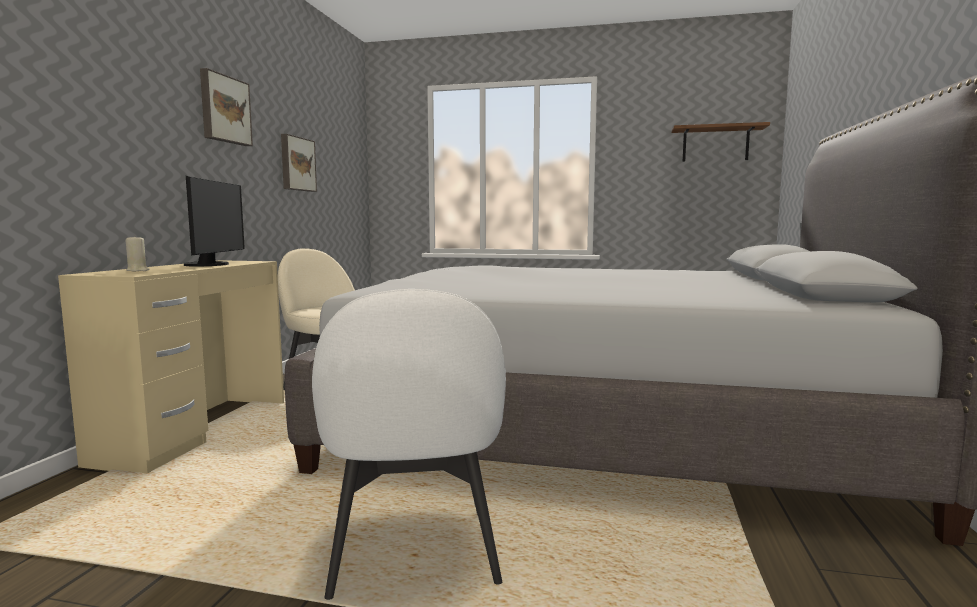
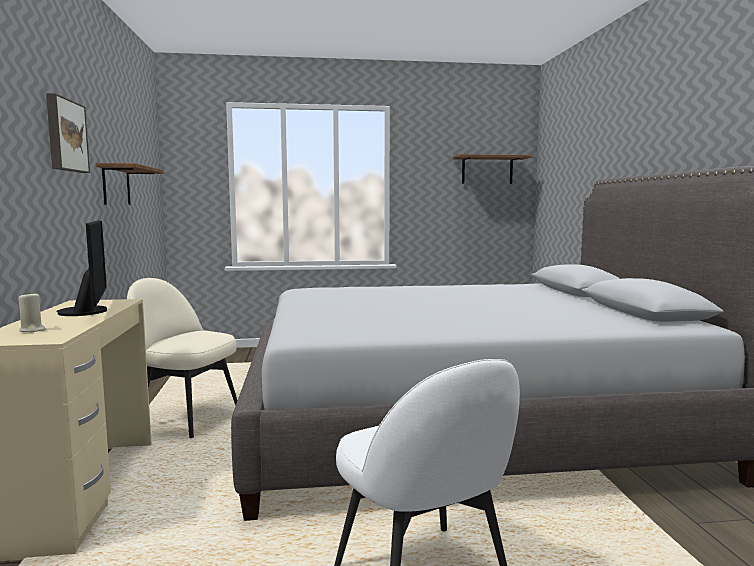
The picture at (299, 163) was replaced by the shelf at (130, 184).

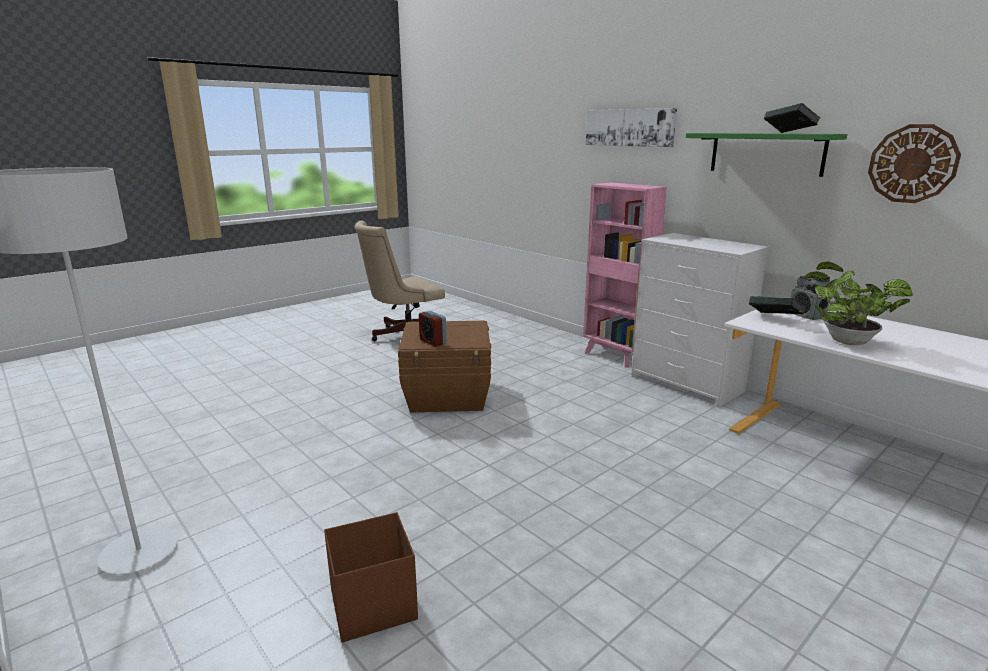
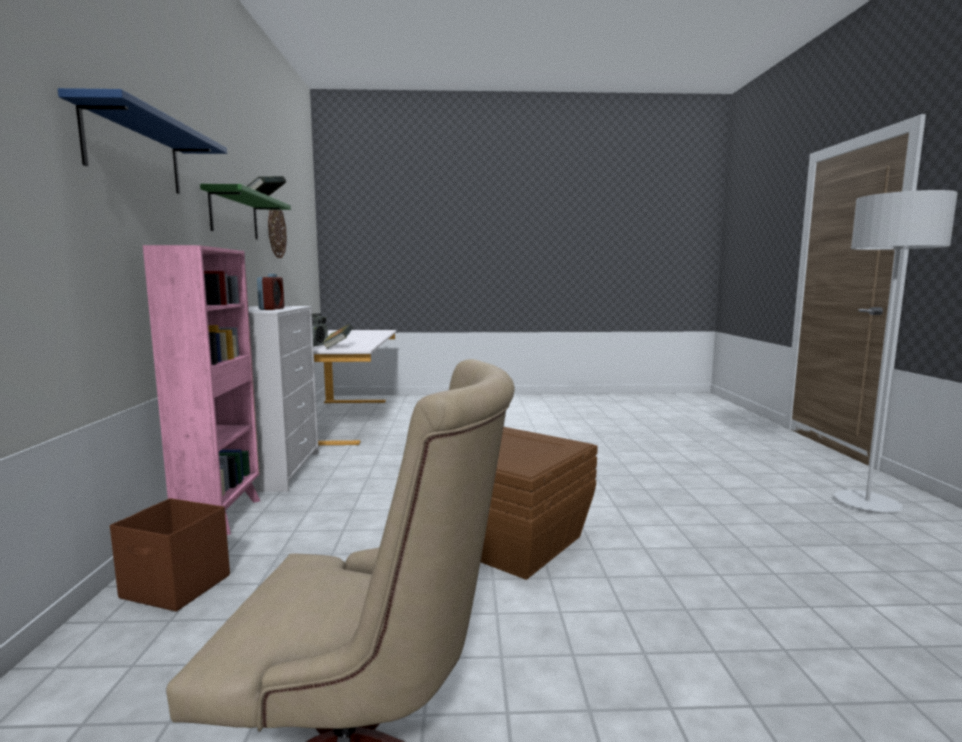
The picture at (631, 127) was replaced by the blue shelf at (142, 141). The plant in a pot at (857, 303) disappeared. The table clock moved from (433, 329) to (270, 292). The brown storage bin moved from (371, 577) to (170, 555).

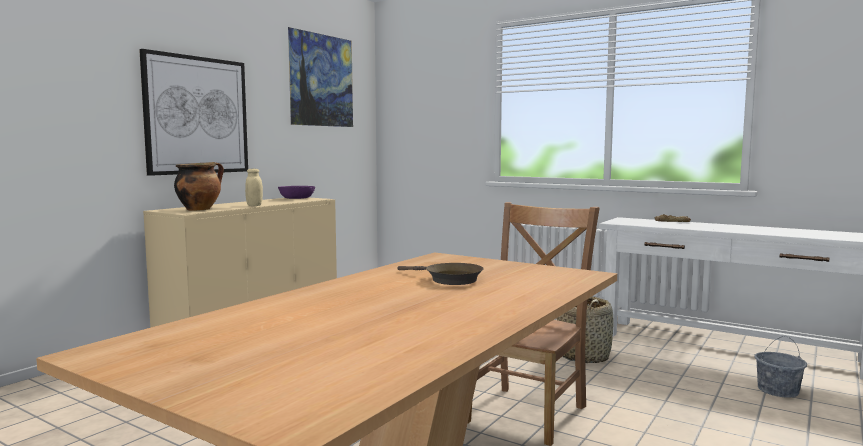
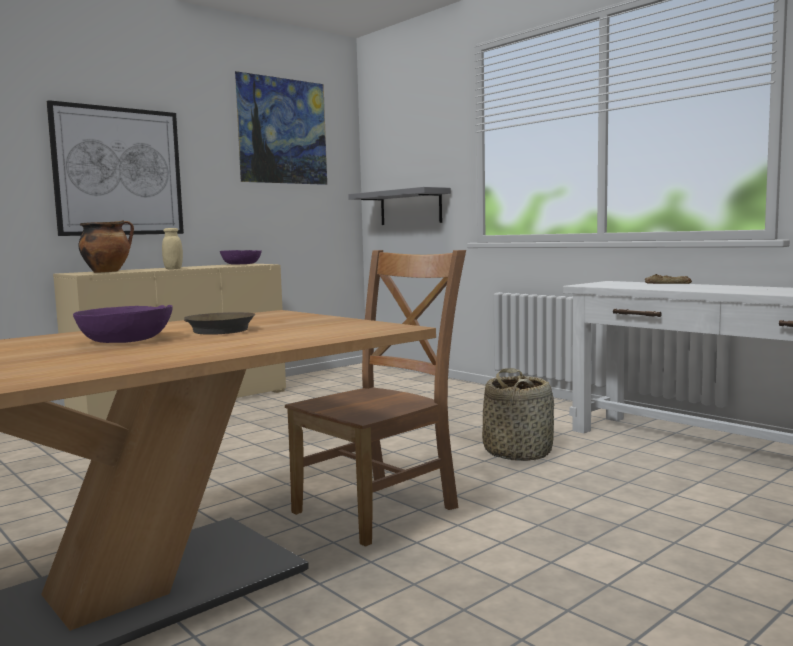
The gray pail at (781, 367) disappeared. The gray shelf at (399, 206) appeared. The purplish bowl at (123, 324) appeared.

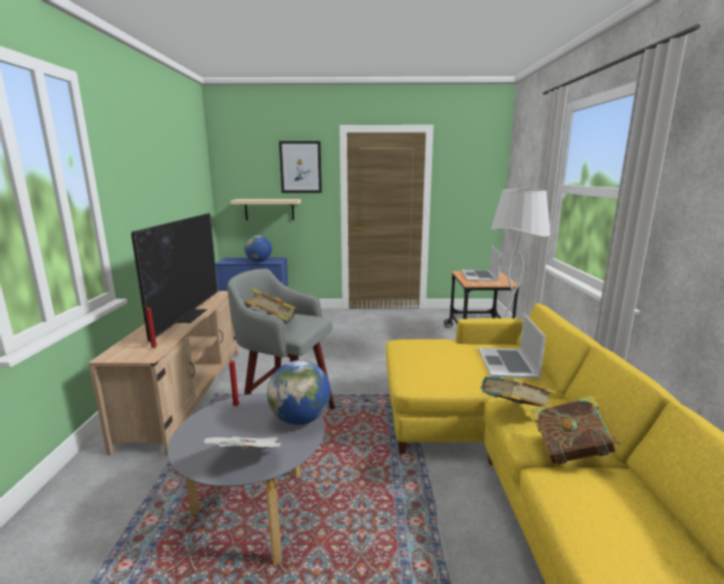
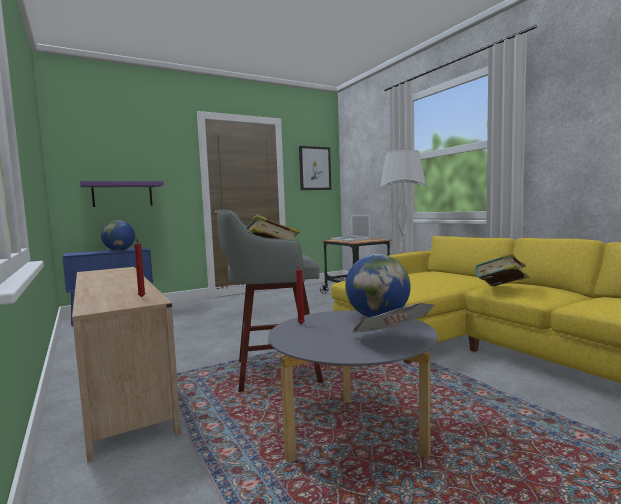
The picture moved from (300, 167) to (315, 168). The beige shelf at (265, 209) became the purplish shelf at (122, 194). The TV set at (174, 277) disappeared. The laptop at (512, 346) disappeared. The volume at (575, 429) disappeared.

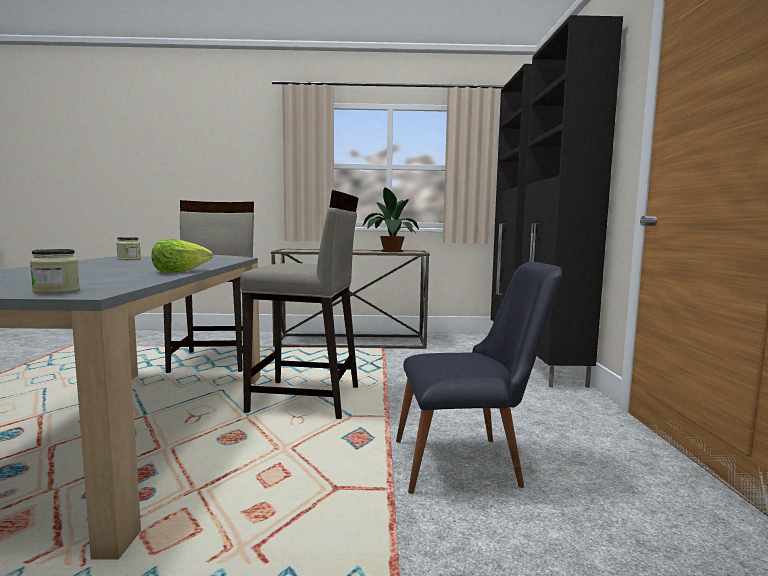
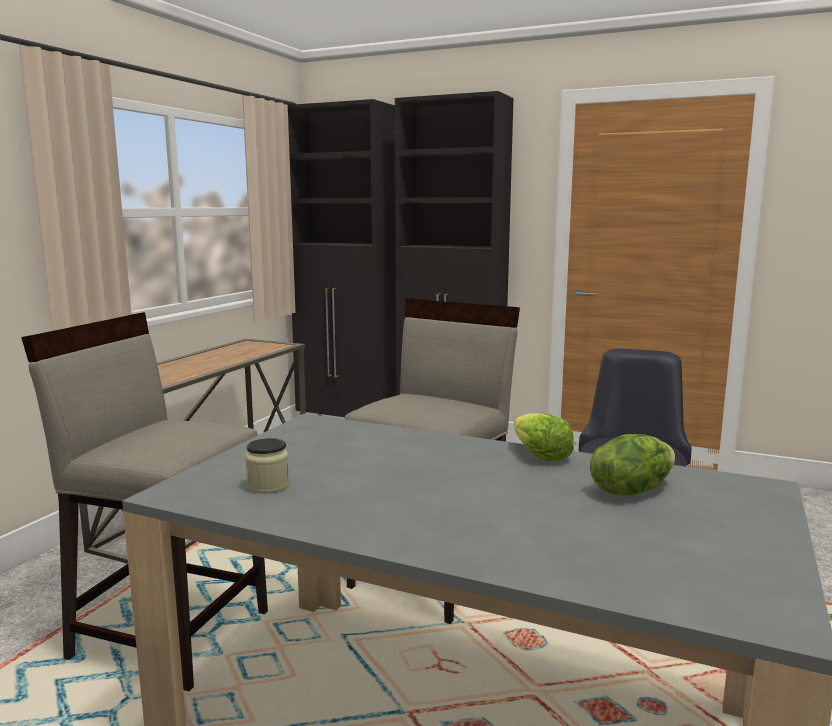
The plant in a pot at (391, 220) disappeared. The jar at (55, 271) disappeared. The head of lettuce at (632, 465) appeared.

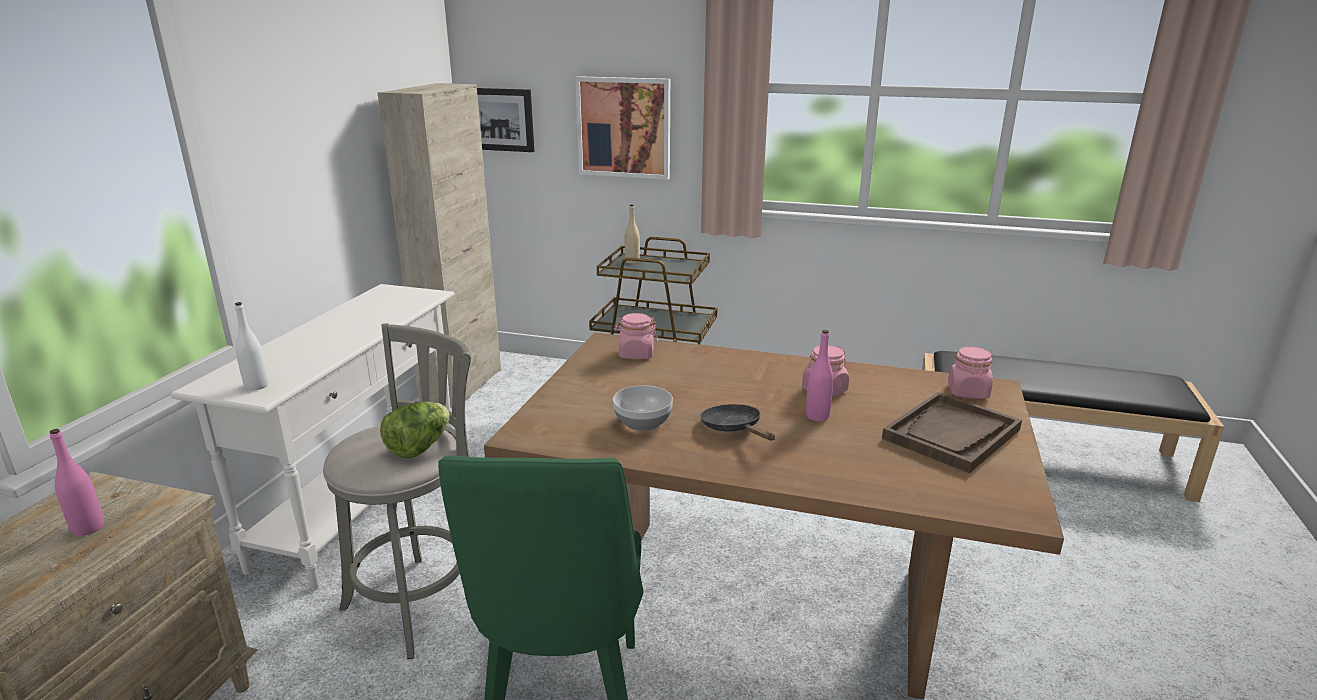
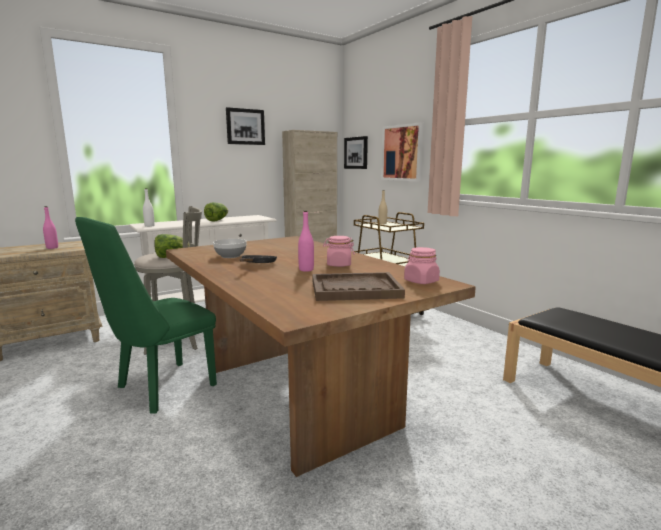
The pink-coloured jar at (636, 336) disappeared. The picture at (245, 126) appeared. The head of lettuce at (216, 211) appeared.

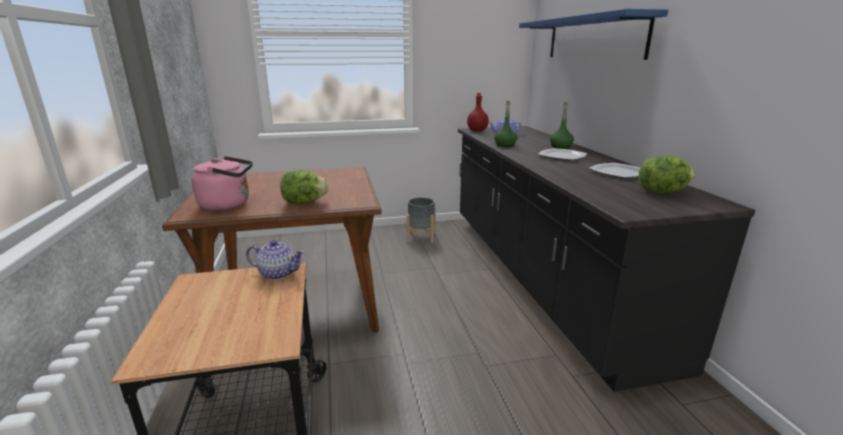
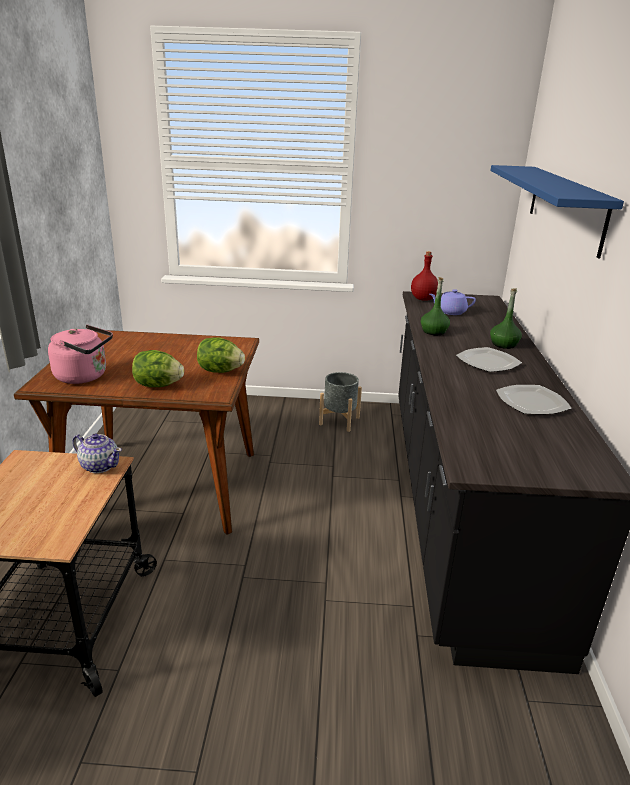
The head of lettuce moved from (667, 174) to (221, 355).

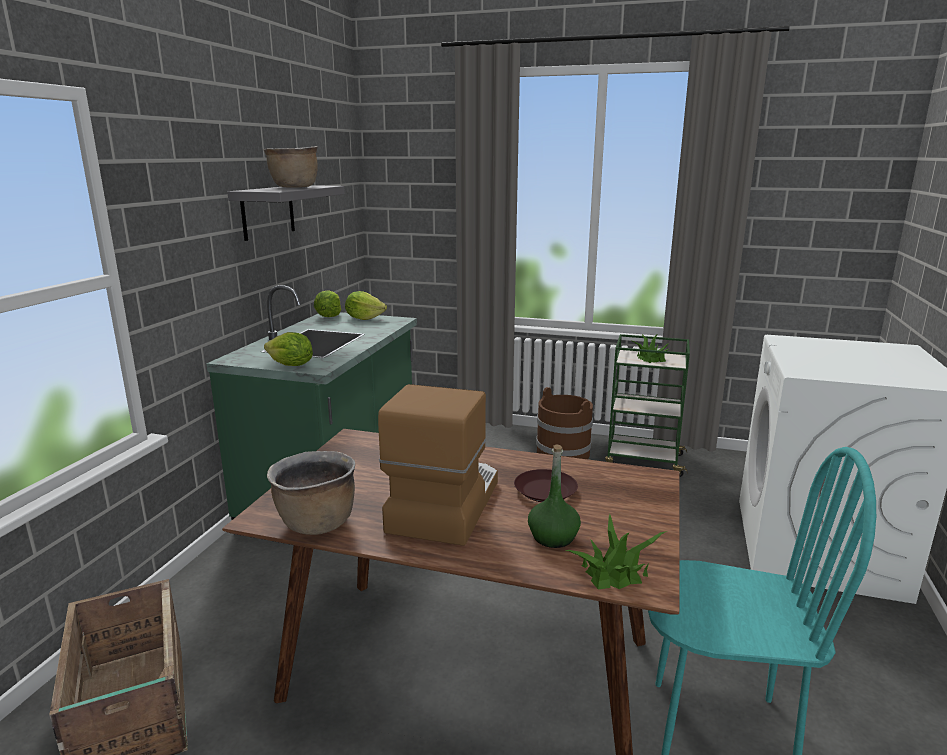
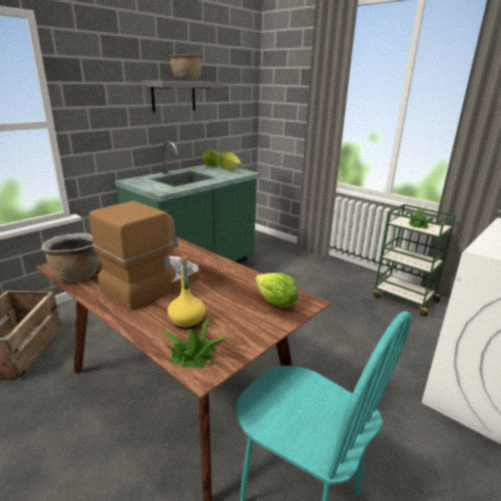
The head of lettuce moved from (288, 349) to (276, 290). The brown pail at (564, 423) disappeared. The green bottle at (554, 496) became the yellow-coloured bottle at (186, 292). The brown flat dish at (546, 485) disappeared.

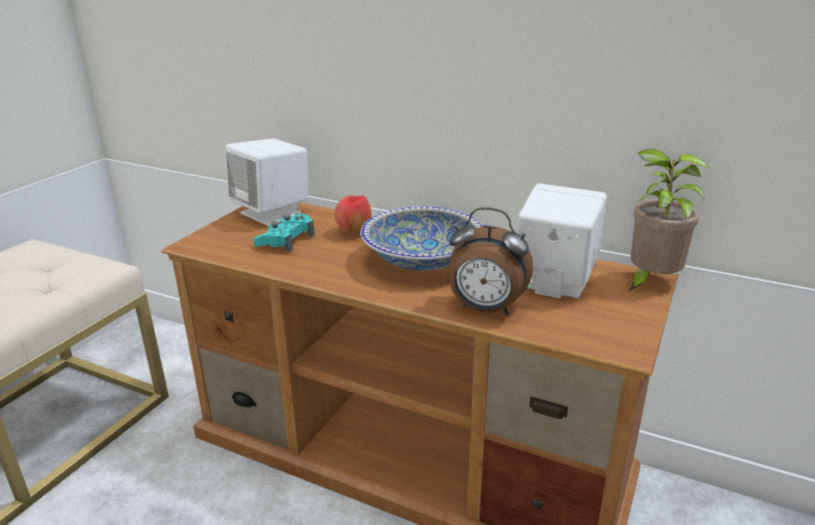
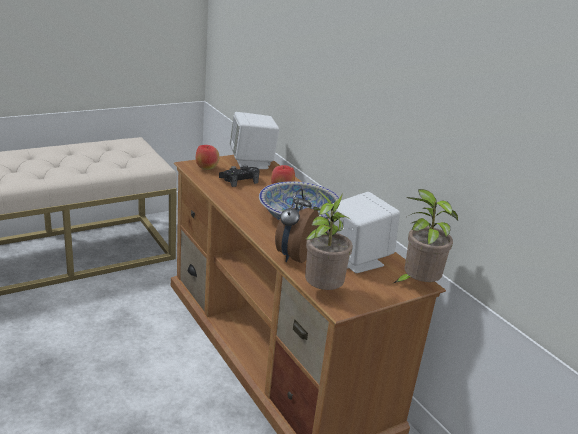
The table clock at (491, 261) turned 60 degrees clockwise. The blue-green gamepad at (284, 233) became the blackish gamepad at (239, 176). The apple fruit at (208, 157) appeared. The plant in a pot at (329, 240) appeared.

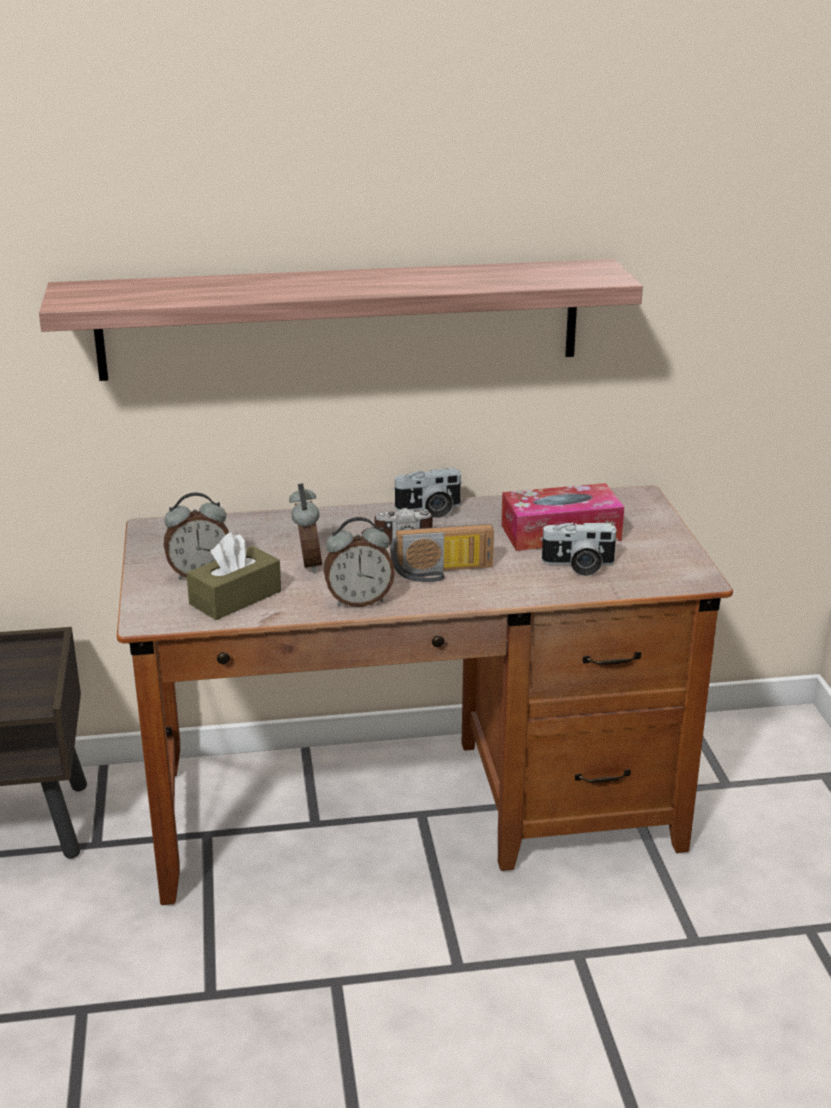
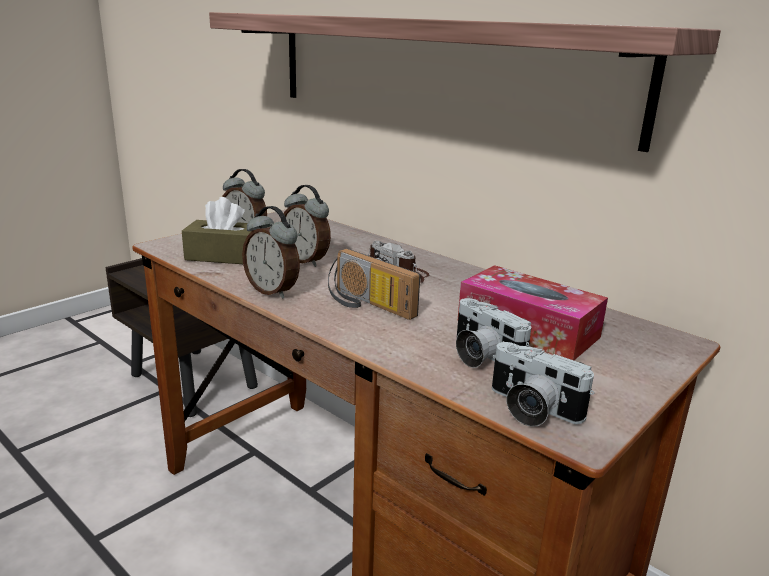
The photo camera moved from (427, 493) to (543, 384). The table clock at (305, 528) turned 90 degrees clockwise.

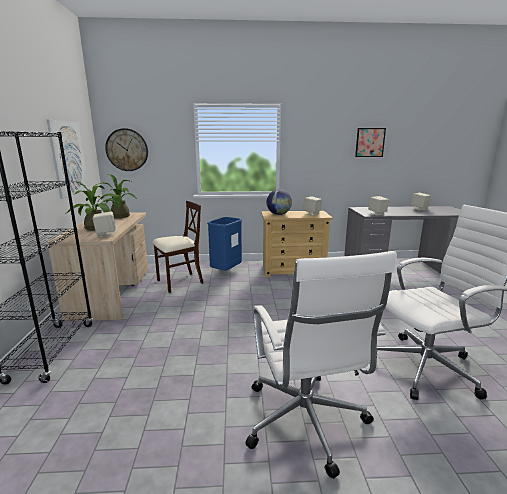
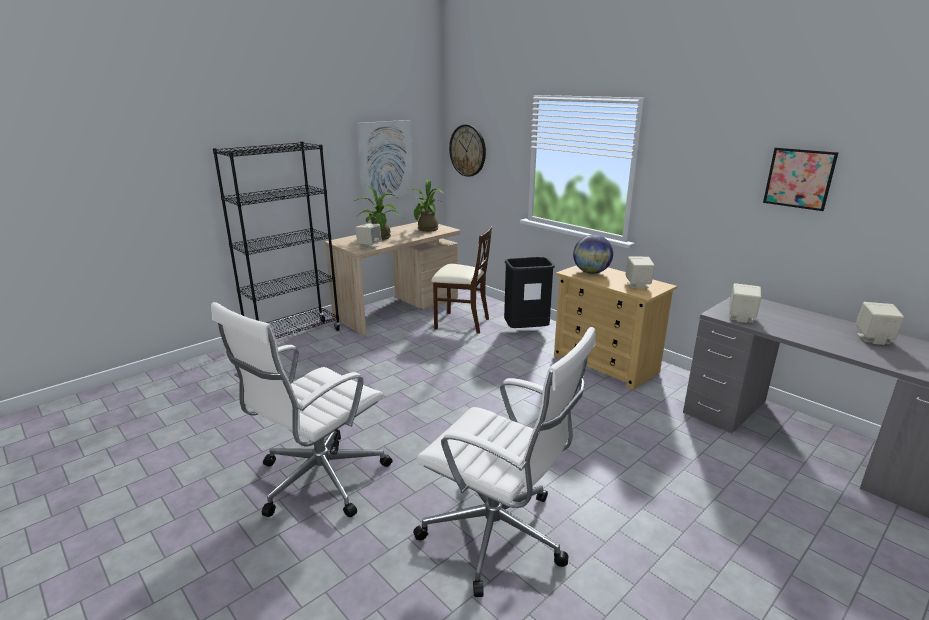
The blue waste bin at (224, 243) became the blackish waste bin at (529, 292).

